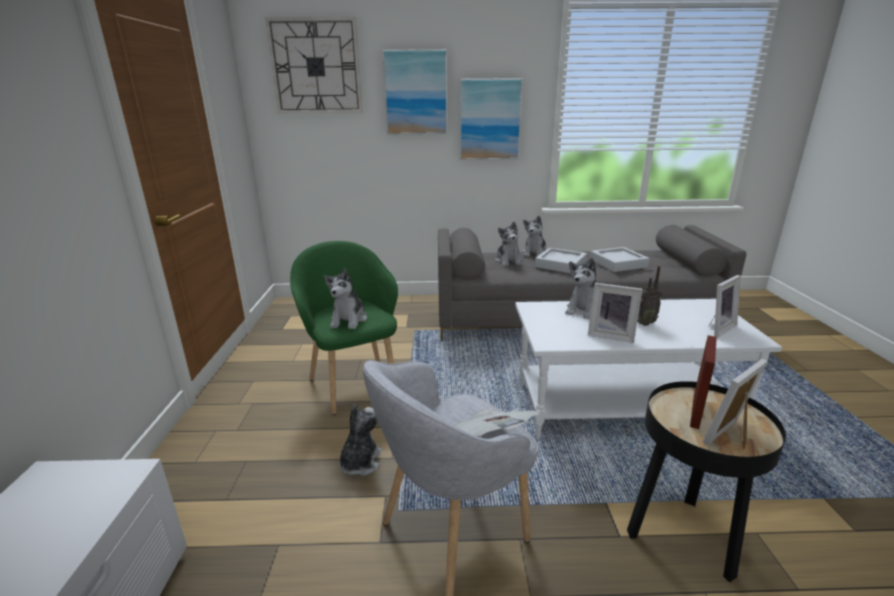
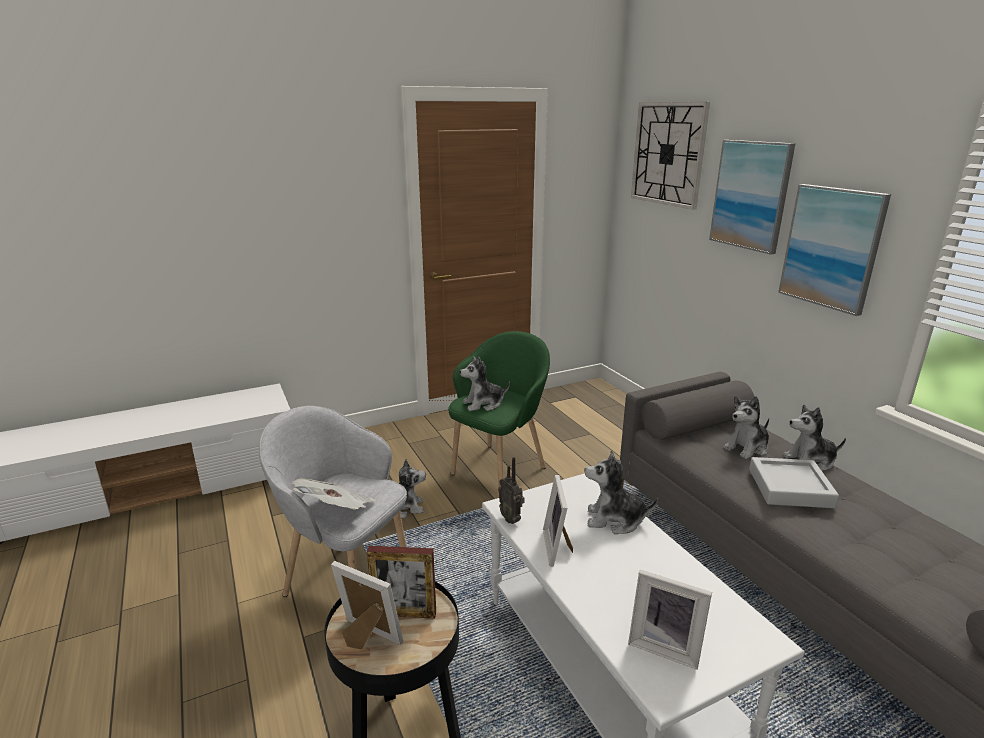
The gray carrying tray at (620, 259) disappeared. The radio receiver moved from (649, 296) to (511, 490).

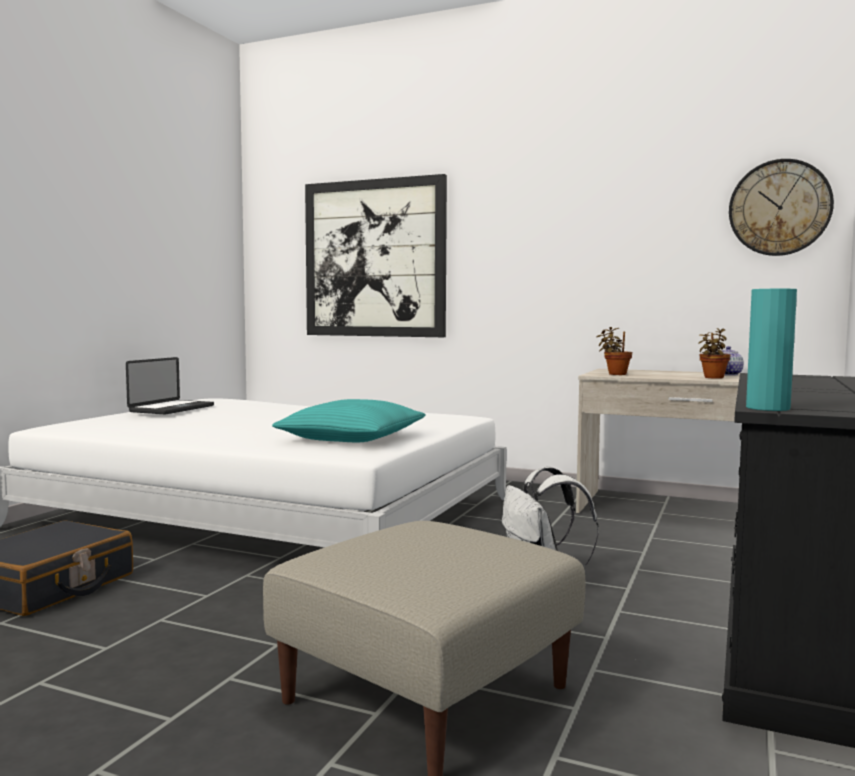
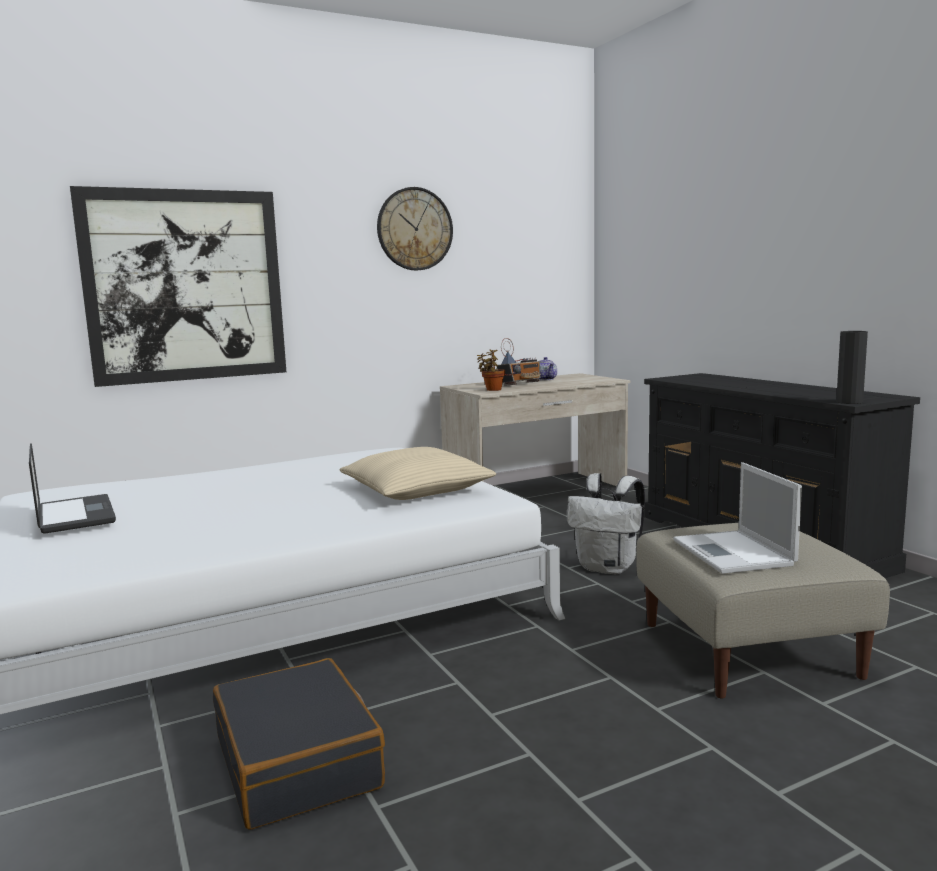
The hanging clock moved from (781, 207) to (415, 229). The blue-green decorative vase at (771, 350) became the blackish decorative vase at (852, 367). The plant in a pot at (714, 353) disappeared. The blue-green cushion at (349, 420) became the beige cushion at (417, 473). The radio receiver at (519, 362) appeared. The laptop at (737, 518) appeared.

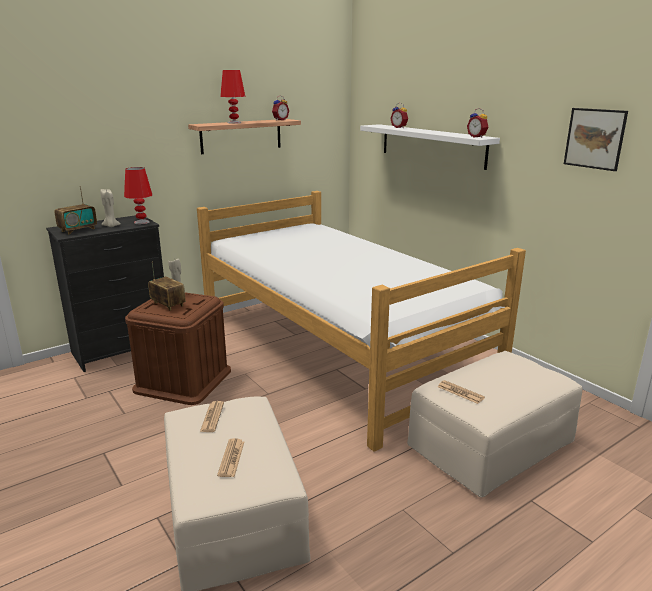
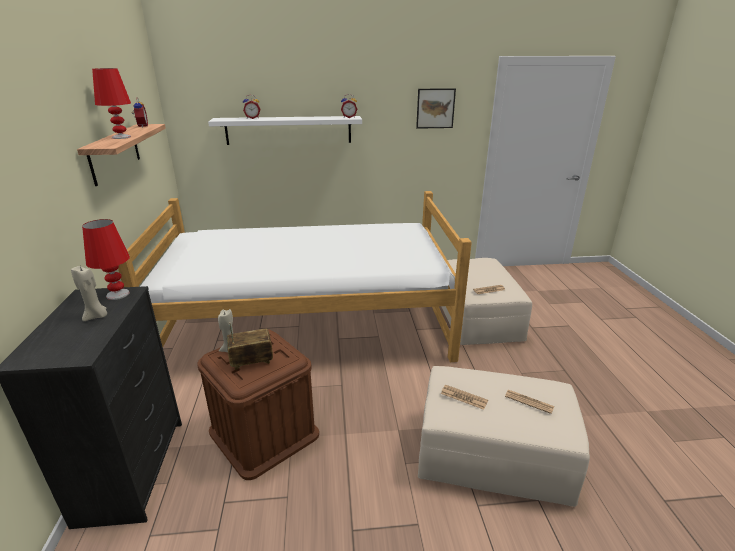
The radio receiver at (75, 210) disappeared.

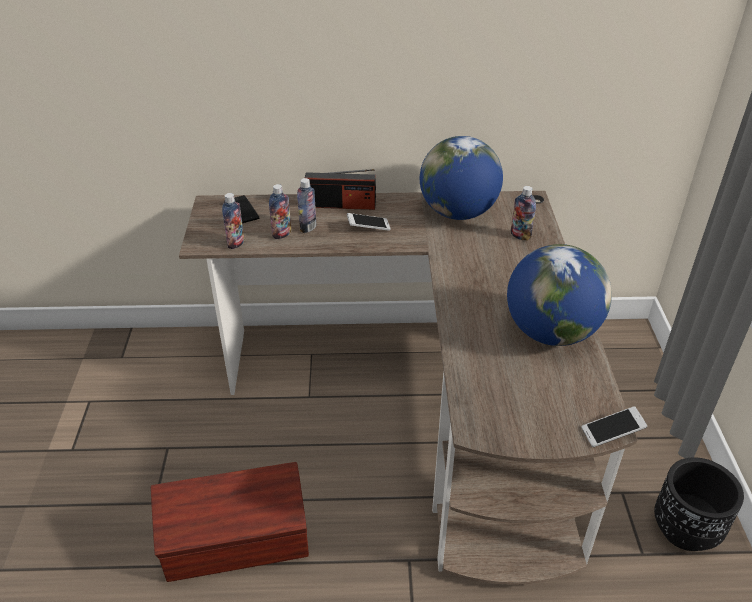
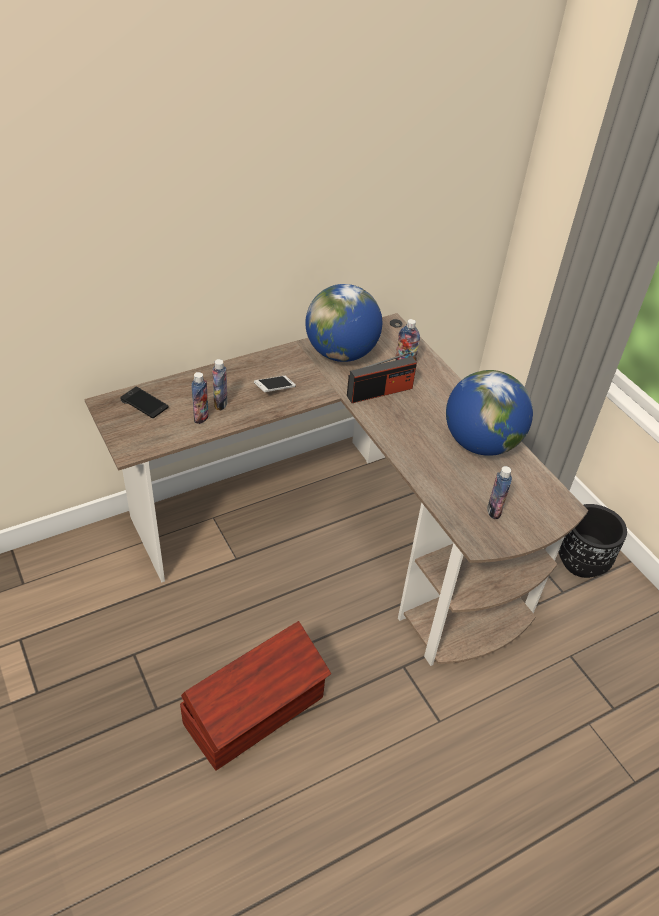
The radio receiver moved from (340, 189) to (382, 377). The bottle moved from (233, 221) to (499, 492). The phone at (614, 426) disappeared.

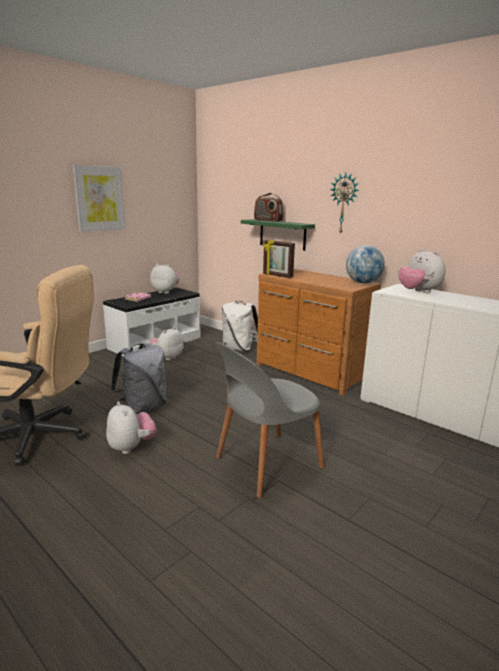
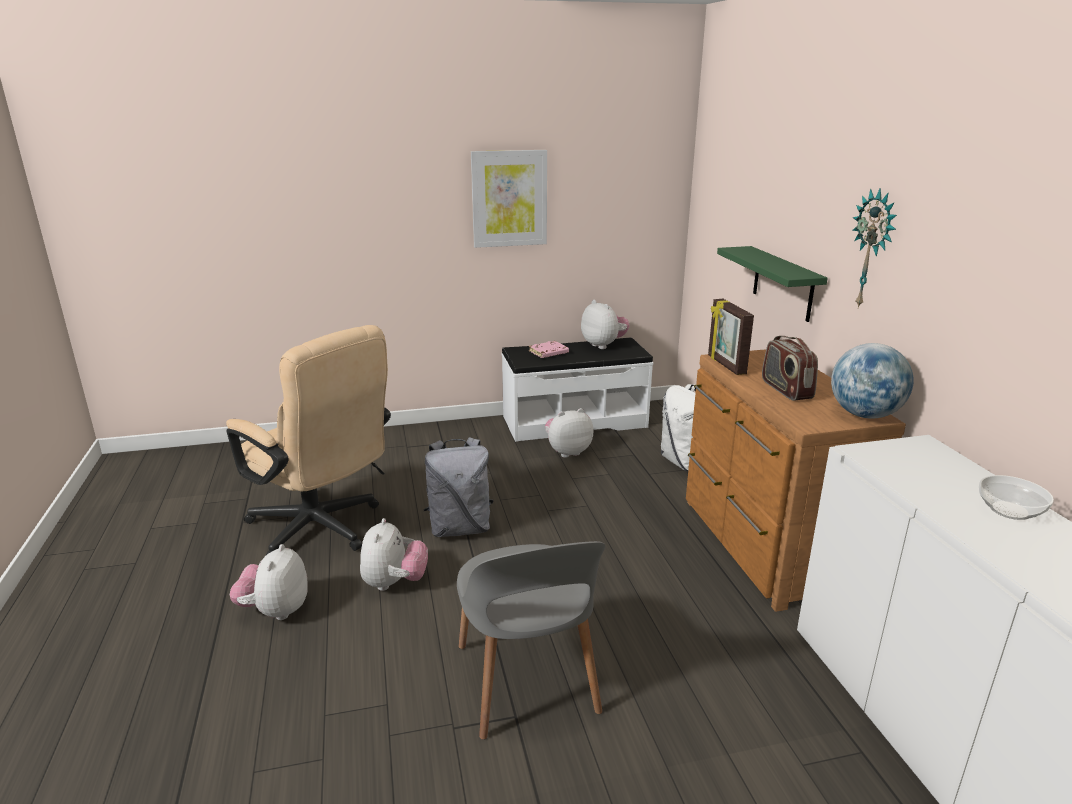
The radio receiver moved from (268, 207) to (790, 368). The plush toy moved from (422, 271) to (269, 582). The gray chair at (269, 420) turned 105 degrees counterclockwise. The bowl at (1016, 497) appeared.

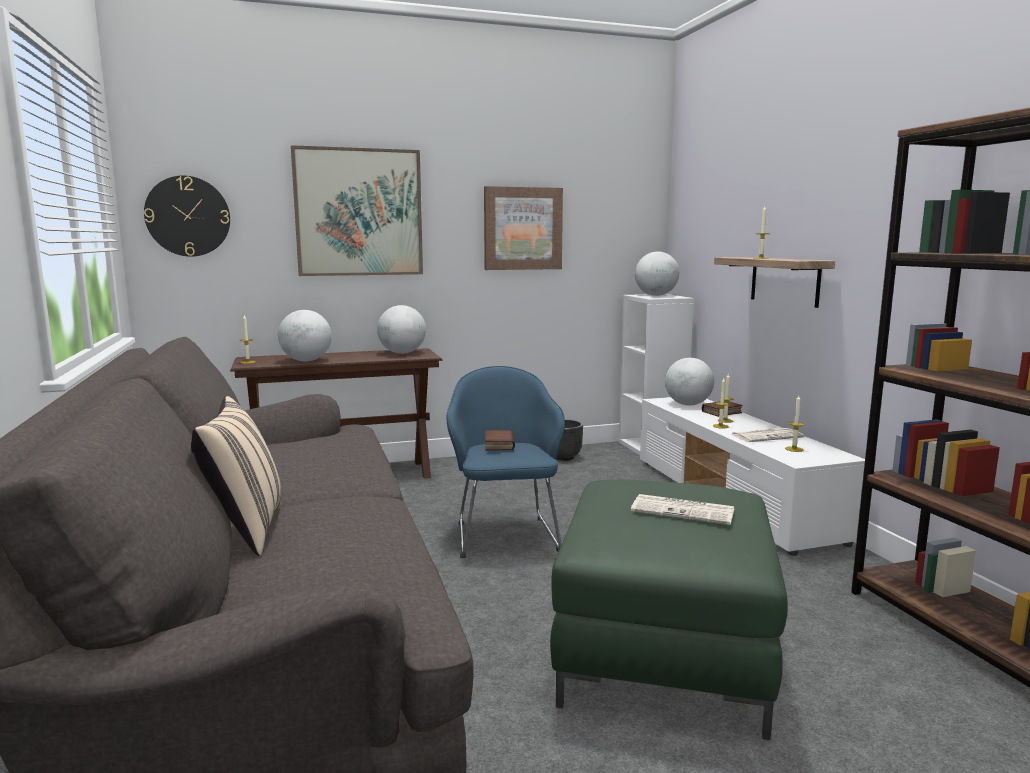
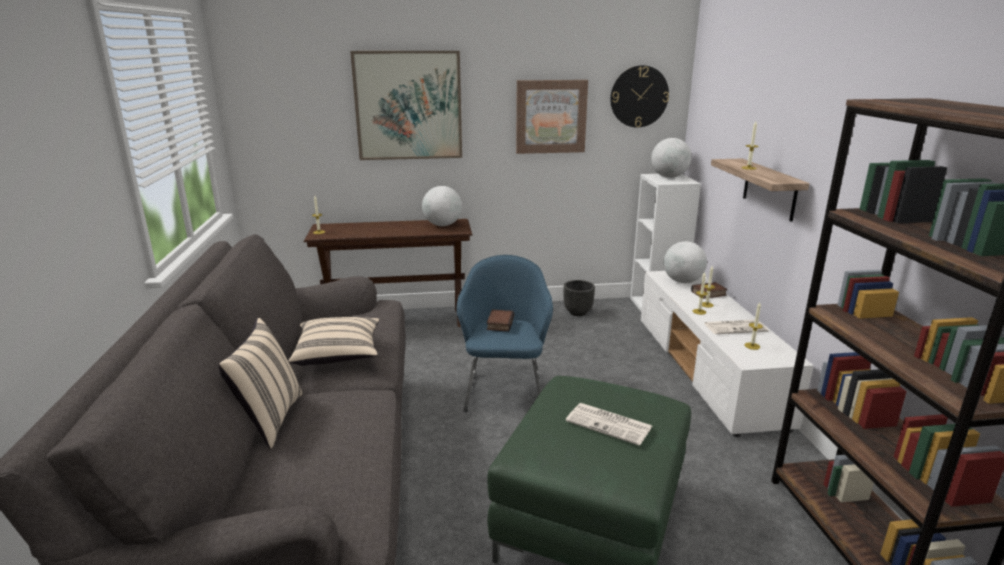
The hanging clock moved from (187, 216) to (639, 96). The world globe at (305, 336) disappeared. The beige cushion at (334, 341) appeared.

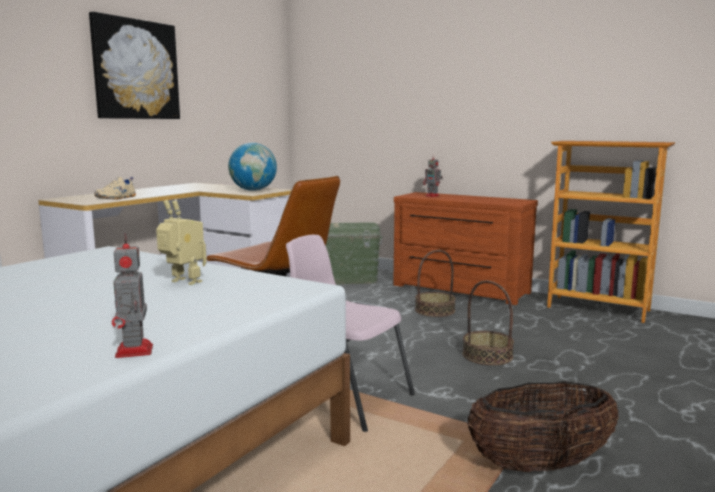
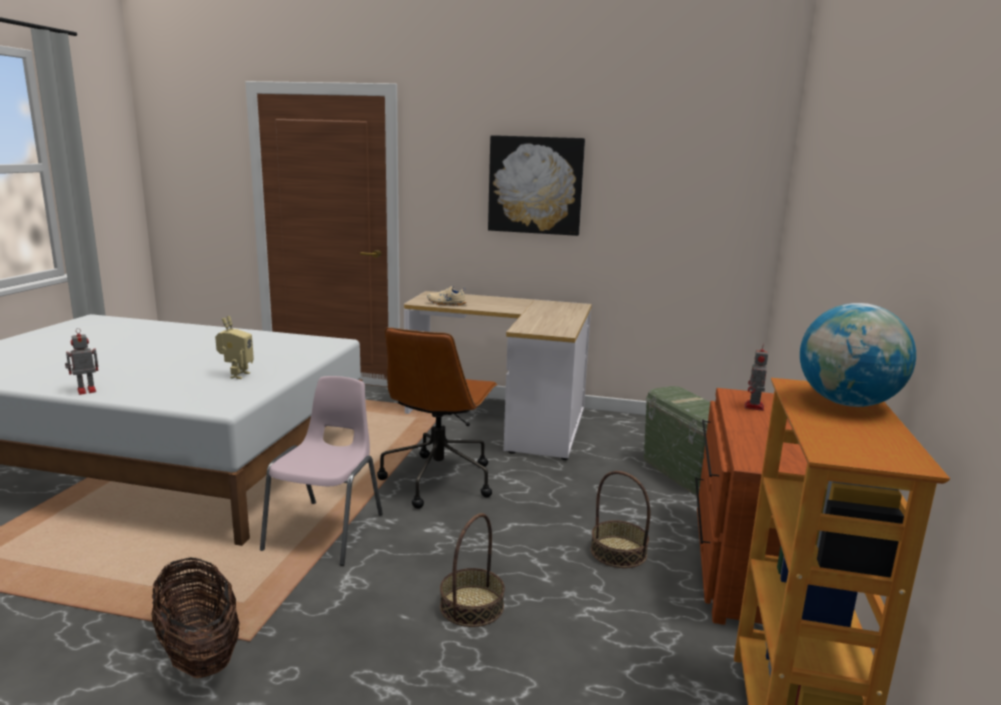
The world globe moved from (252, 167) to (858, 355).

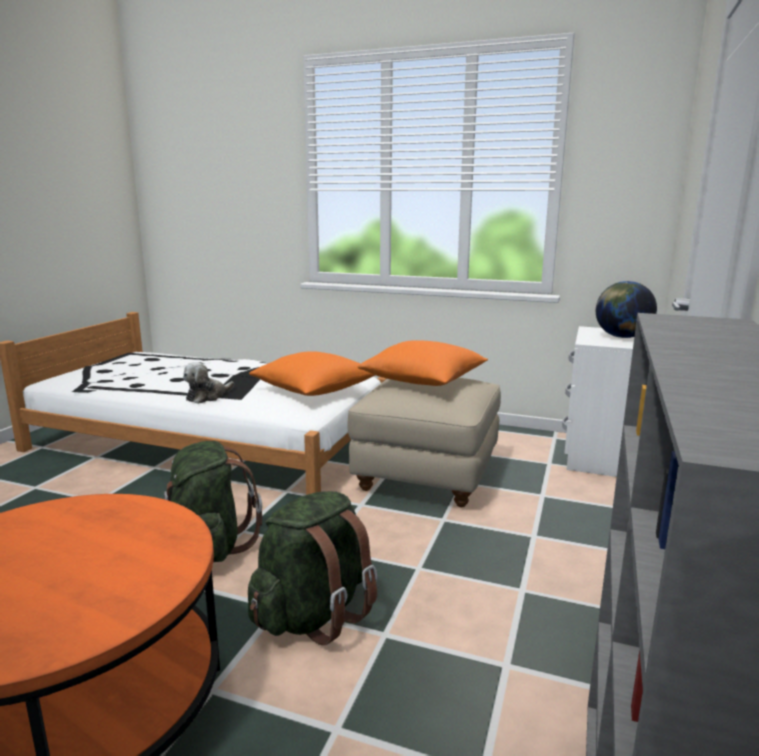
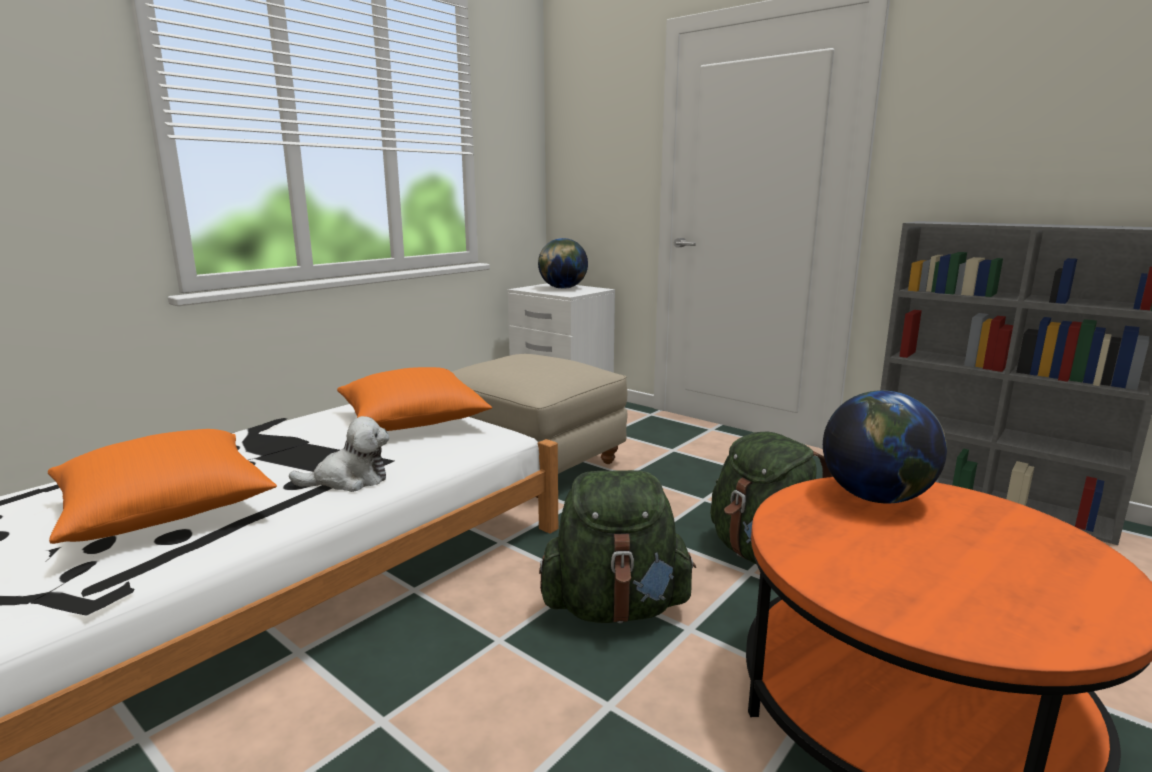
The orange-coloured cushion moved from (422, 363) to (162, 486). The plush toy at (208, 383) turned 75 degrees counterclockwise. The world globe at (885, 446) appeared.

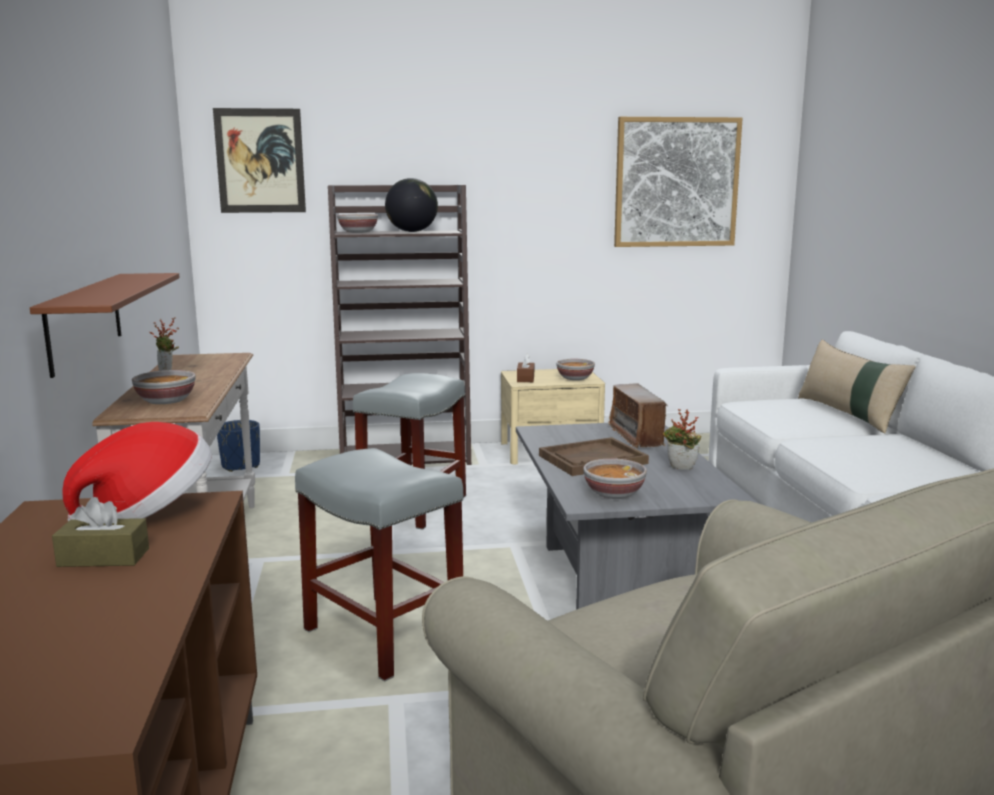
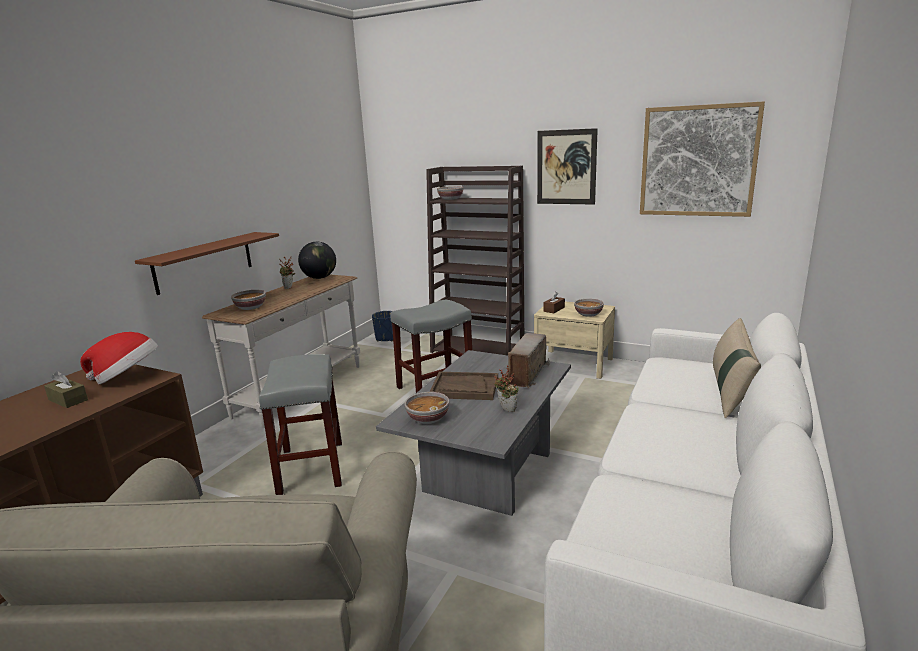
The picture moved from (259, 160) to (567, 166). The world globe moved from (411, 205) to (317, 260).

